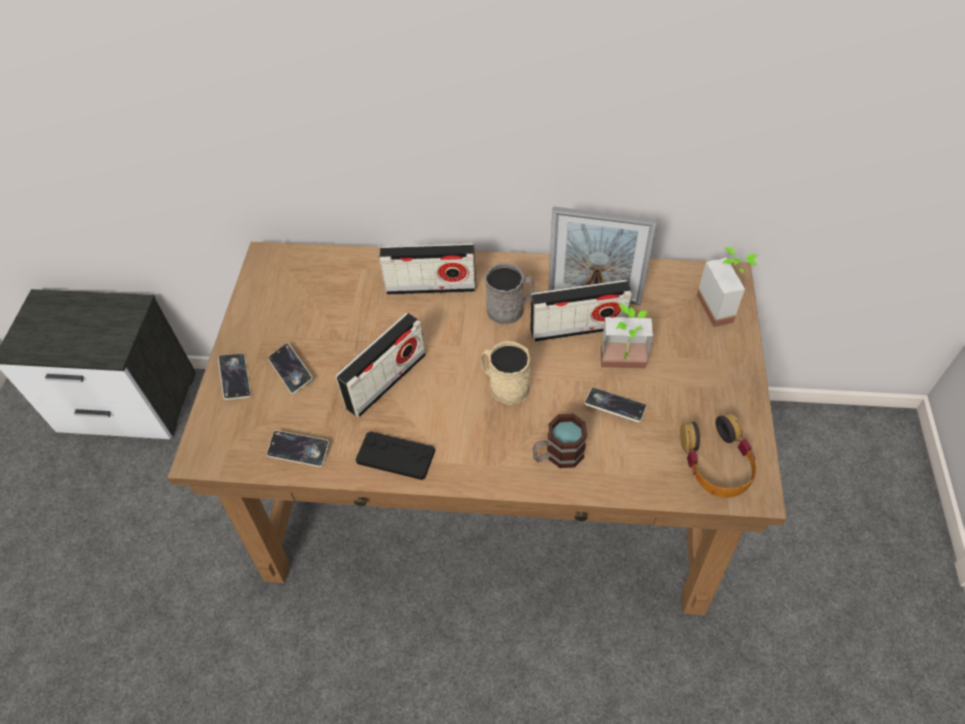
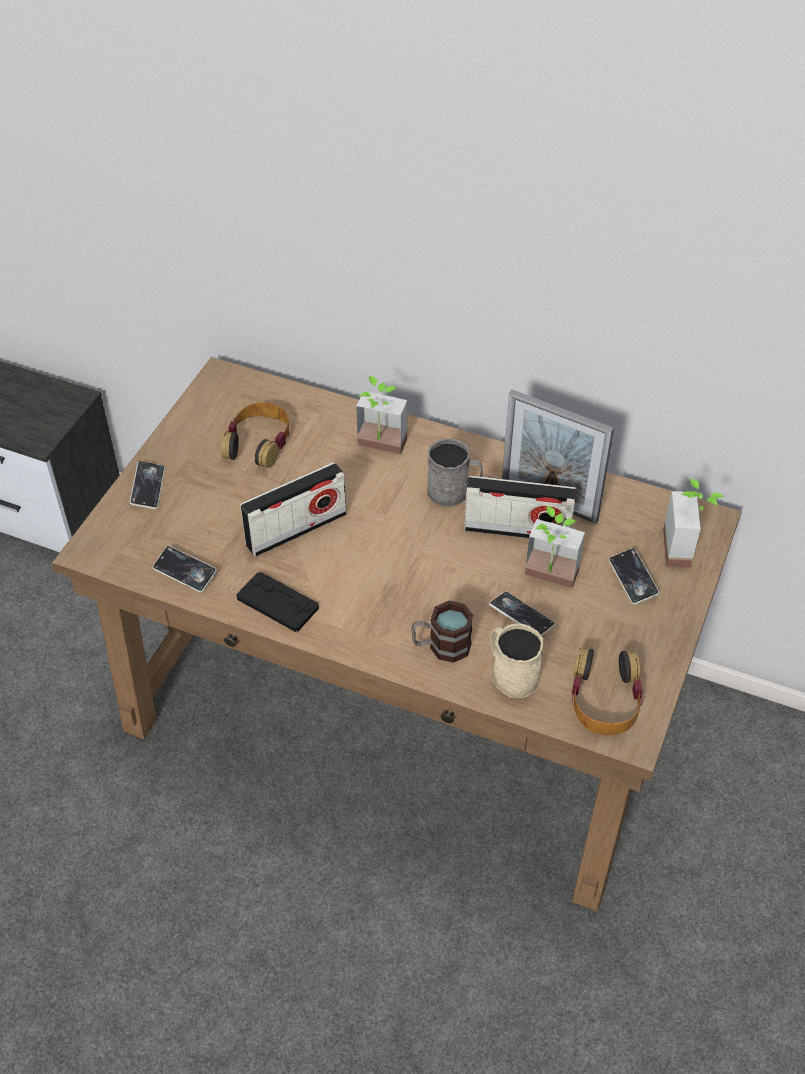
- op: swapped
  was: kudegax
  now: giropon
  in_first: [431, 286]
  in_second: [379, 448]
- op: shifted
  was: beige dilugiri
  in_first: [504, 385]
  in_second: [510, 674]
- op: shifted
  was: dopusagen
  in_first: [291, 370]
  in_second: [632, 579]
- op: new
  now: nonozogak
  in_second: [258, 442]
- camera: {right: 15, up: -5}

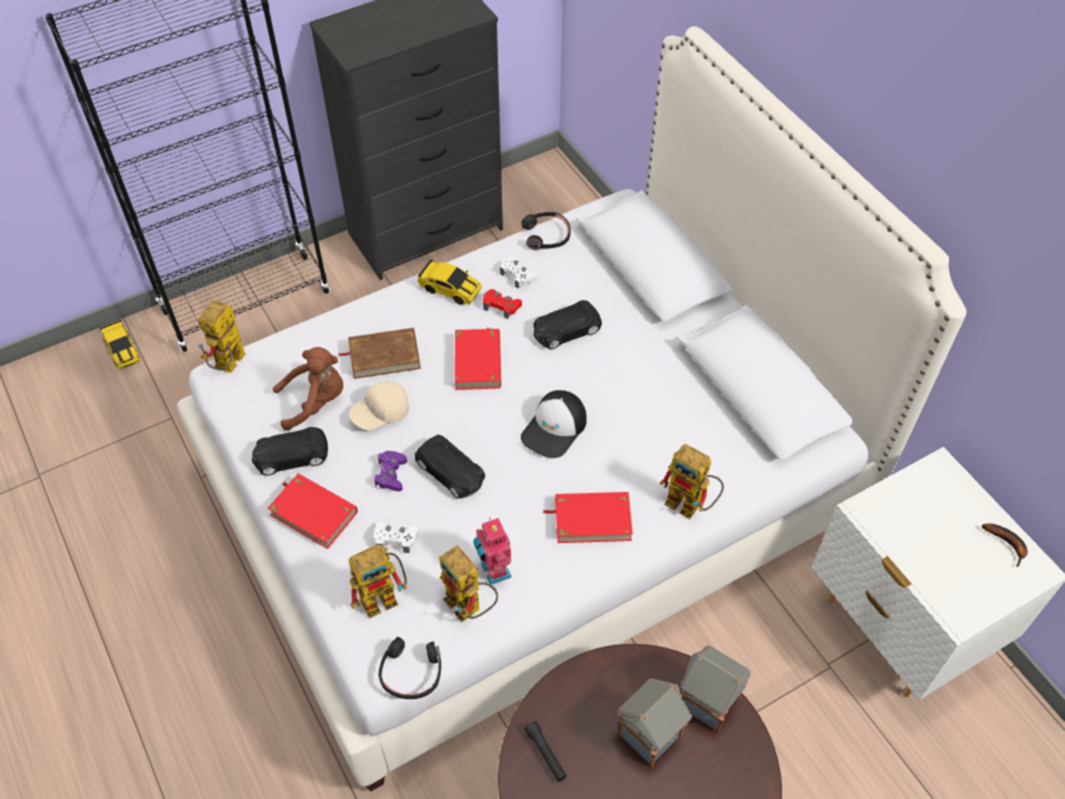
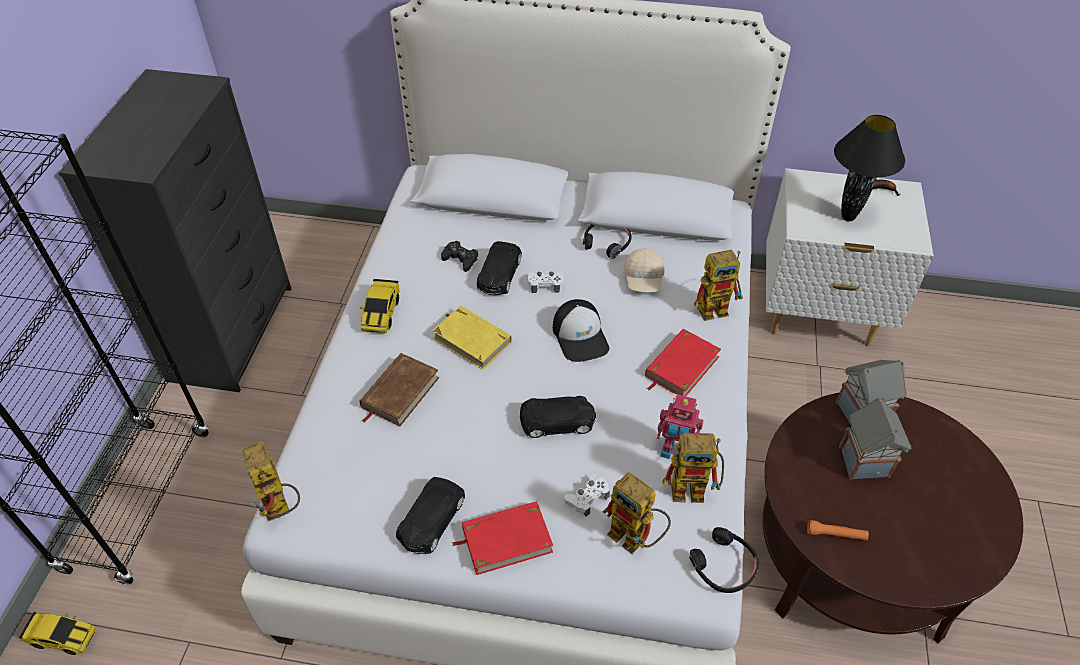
- op: shifted
  was: black nonozogak
  in_first: [546, 236]
  in_second: [606, 243]
- op: shifted
  was: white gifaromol
  in_first: [518, 275]
  in_second: [545, 284]
- op: rotated
  was: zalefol
  in_first: [450, 289]
  in_second: [381, 313]
  clockwise: 120
- op: gone
  was: red gifaromol
  in_first: [501, 306]
- op: repainted
  was: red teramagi
  now: yellow teramagi
  in_first: [478, 362]
  in_second: [472, 340]
- op: gone
  was: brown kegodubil
  in_first: [315, 402]
- op: shifted
  was: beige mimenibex
  in_first: [380, 413]
  in_second: [643, 279]
- op: gone
  was: purple gifaromol
  in_first: [391, 474]
- op: rotated
  was: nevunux
  in_first: [385, 596]
  in_second: [635, 539]
  clockwise: 120
- op: repainted
  was: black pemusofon
  now: orange pemusofon
  in_first: [546, 754]
  in_second: [836, 534]
- op: new
  now: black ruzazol
  in_second: [848, 217]
- op: new
  now: black gifaromol
  in_second: [460, 259]
- camera: {right: -50, up: -5}

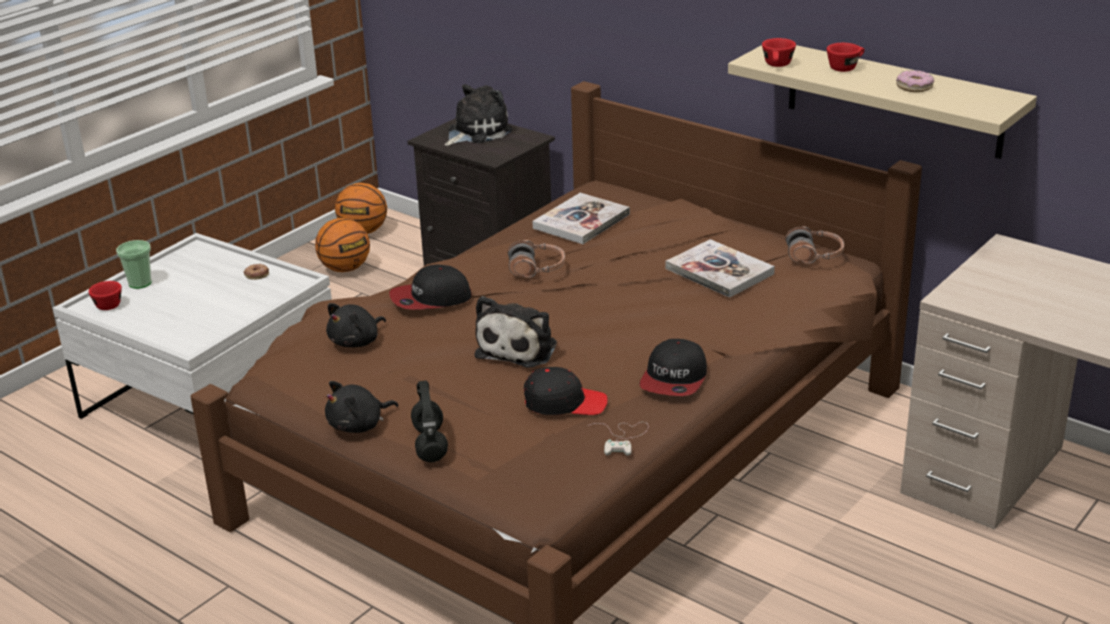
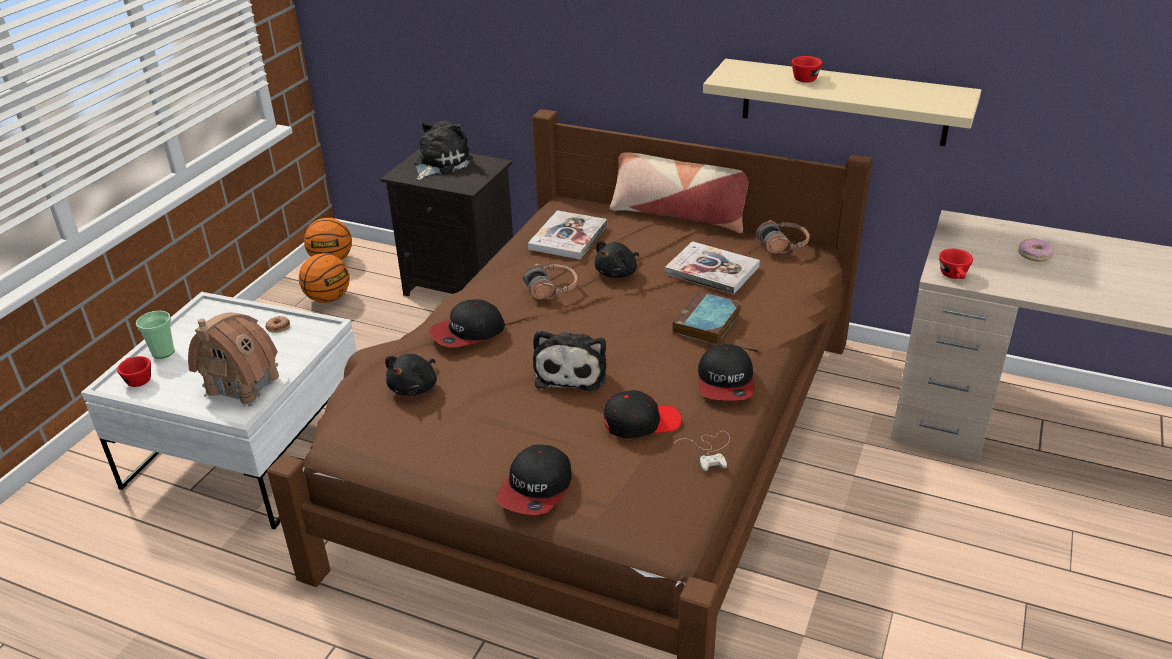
- op: shifted
  was: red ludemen
  in_first: [778, 65]
  in_second: [954, 276]
- op: shifted
  was: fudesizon
  in_first: [914, 87]
  in_second: [1034, 254]
- op: shifted
  was: black kegodubil
  in_first: [359, 425]
  in_second: [617, 273]
- op: swapped
  was: black nonozogak
  now: mimenibex
  in_first: [431, 445]
  in_second: [536, 488]
- op: new
  now: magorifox
  in_second: [678, 214]
- op: new
  now: teramagi
  in_second: [706, 324]
- op: new
  now: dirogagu
  in_second: [243, 385]
- camera: {right: -15, up: 5}

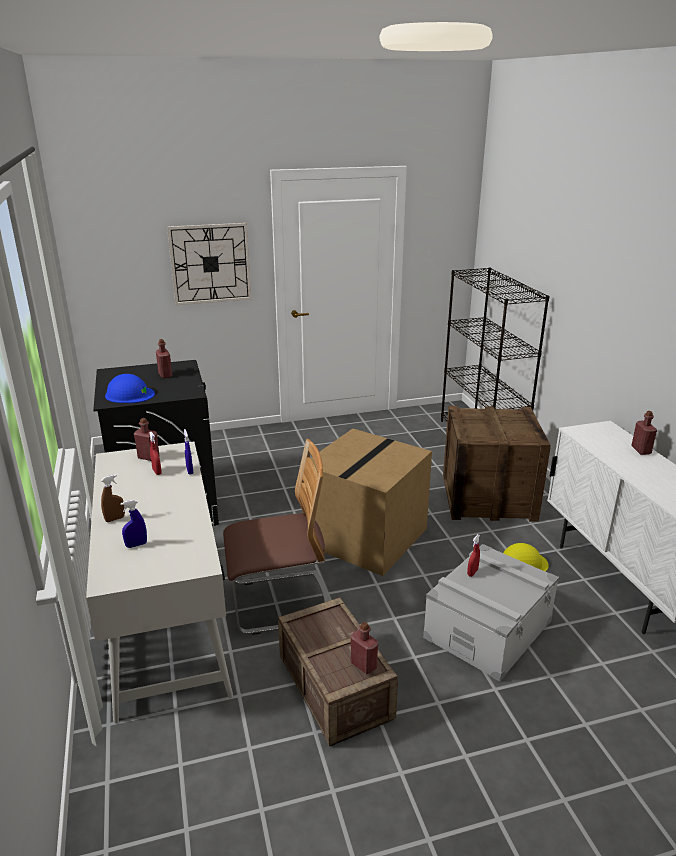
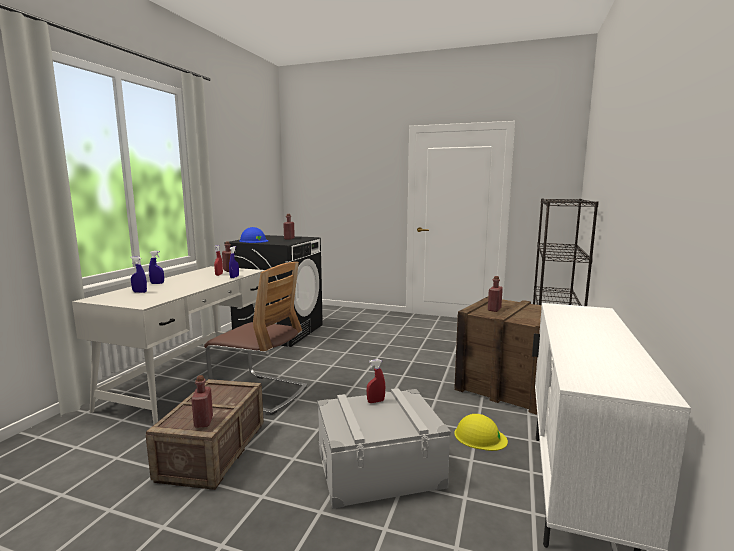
- op: gone
  was: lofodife
  in_first: [210, 264]
- op: shifted
  was: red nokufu
  in_first: [641, 450]
  in_second: [494, 309]
- op: gone
  was: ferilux
  in_first: [365, 535]
- op: repainted
  was: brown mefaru
  now: blue mefaru
  in_first: [115, 519]
  in_second: [157, 283]
- camera: {right: 35, up: -15}

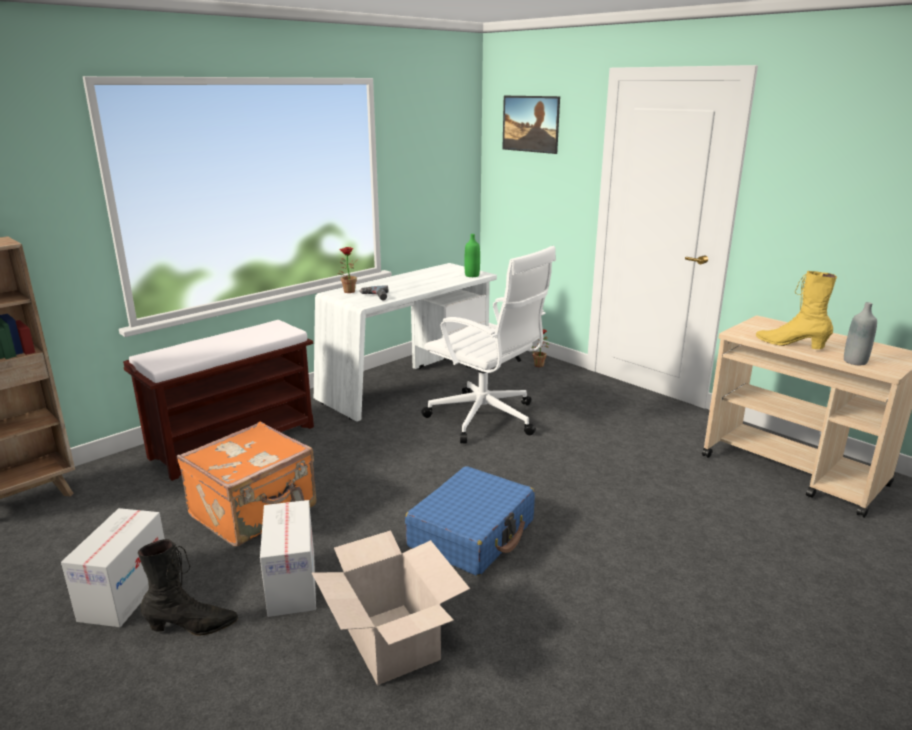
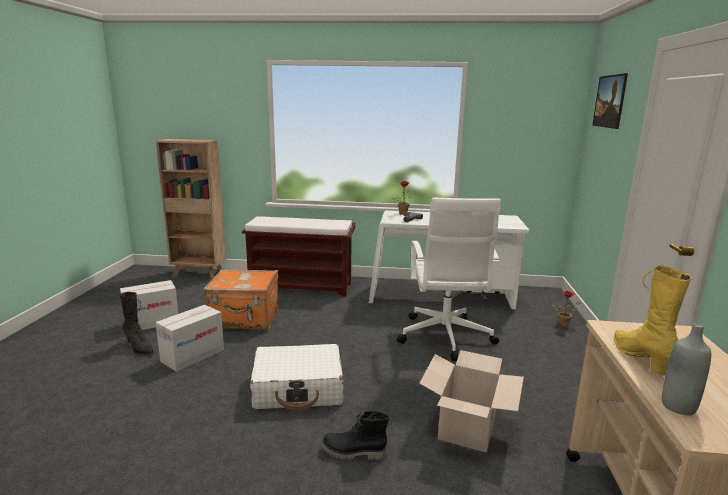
- op: gone
  was: green nokufu
  in_first: [472, 275]
- op: repainted
  was: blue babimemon
  now: white babimemon
  in_first: [472, 534]
  in_second: [298, 388]
- op: shifted
  was: ferilux
  in_first: [391, 643]
  in_second: [467, 426]
- op: new
  now: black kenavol
  in_second: [353, 453]
- camera: {right: 50, up: -5}

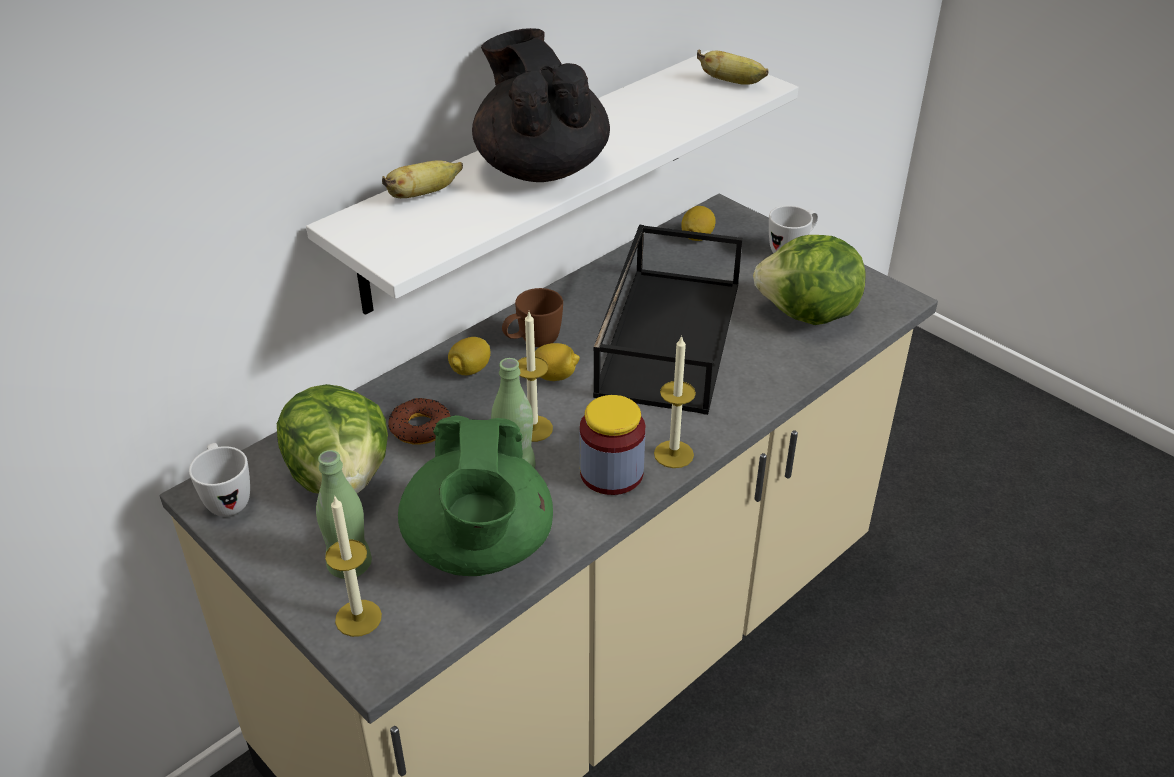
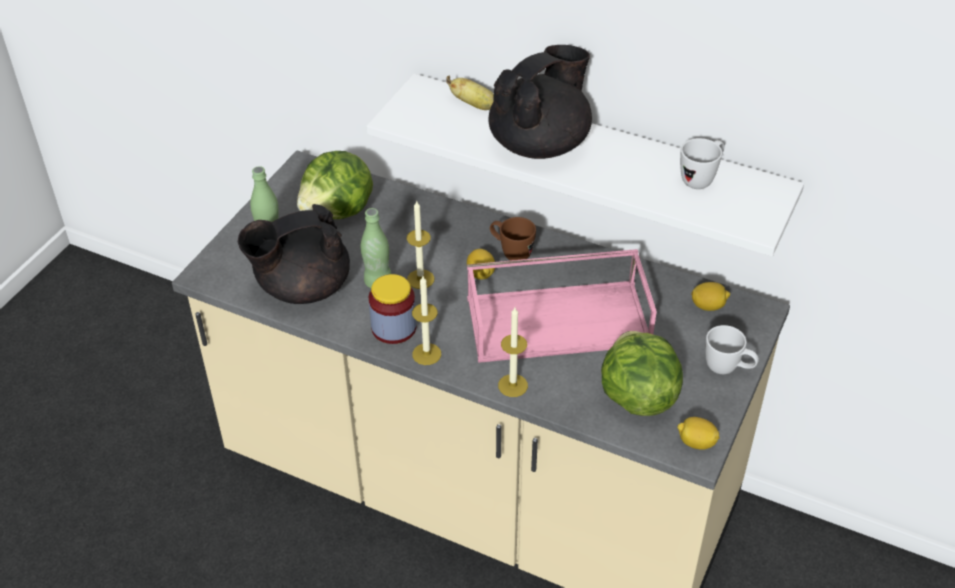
- op: gone
  was: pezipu
  in_first: [732, 82]
- op: repainted
  was: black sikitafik
  now: pink sikitafik
  in_first: [667, 336]
  in_second: [559, 320]
- op: shifted
  was: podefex
  in_first: [470, 370]
  in_second: [696, 443]
- op: gone
  was: fudesizon
  in_first: [420, 428]
- op: repainted
  was: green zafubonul
  now: black zafubonul
  in_first: [479, 548]
  in_second: [302, 287]
- op: shifted
  was: white dilugiri
  in_first: [227, 498]
  in_second: [701, 179]
- op: shifted
  was: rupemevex
  in_first: [358, 618]
  in_second: [513, 385]
- camera: {right: 70, up: 5}

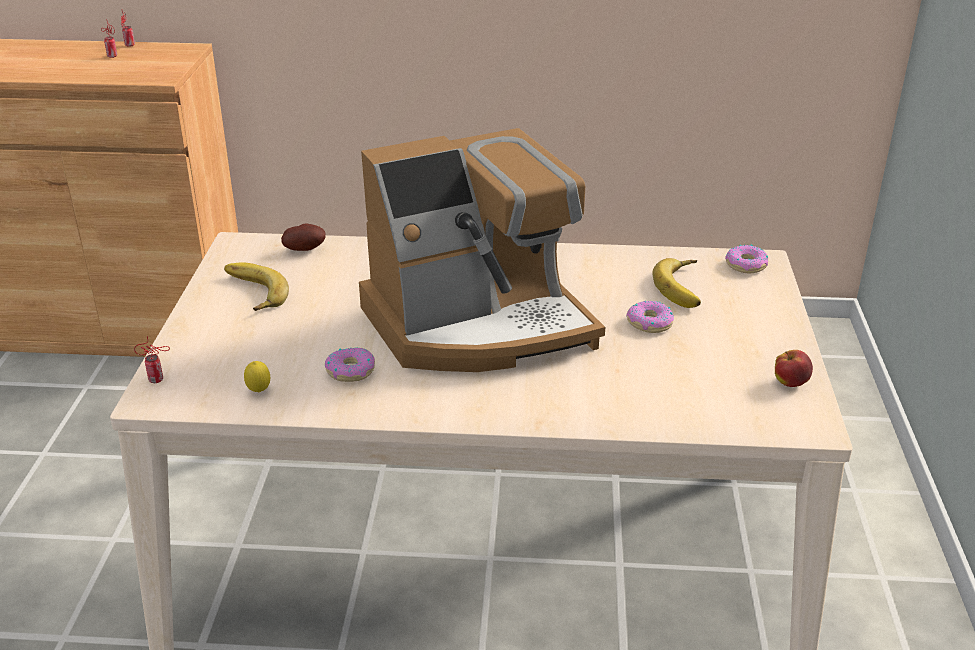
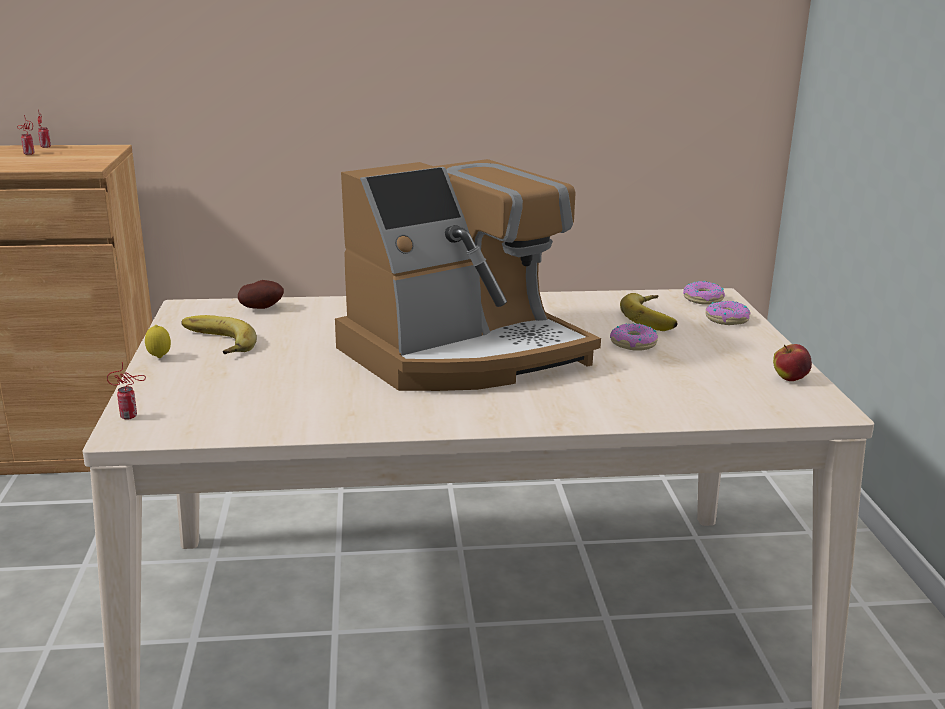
- op: shifted
  was: fudesizon
  in_first: [350, 371]
  in_second: [727, 319]
- op: shifted
  was: podefex
  in_first: [259, 392]
  in_second: [159, 358]
- camera: {right: -10, up: -10}

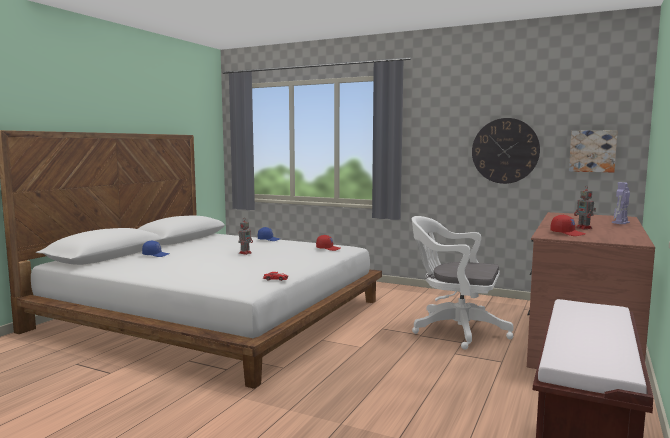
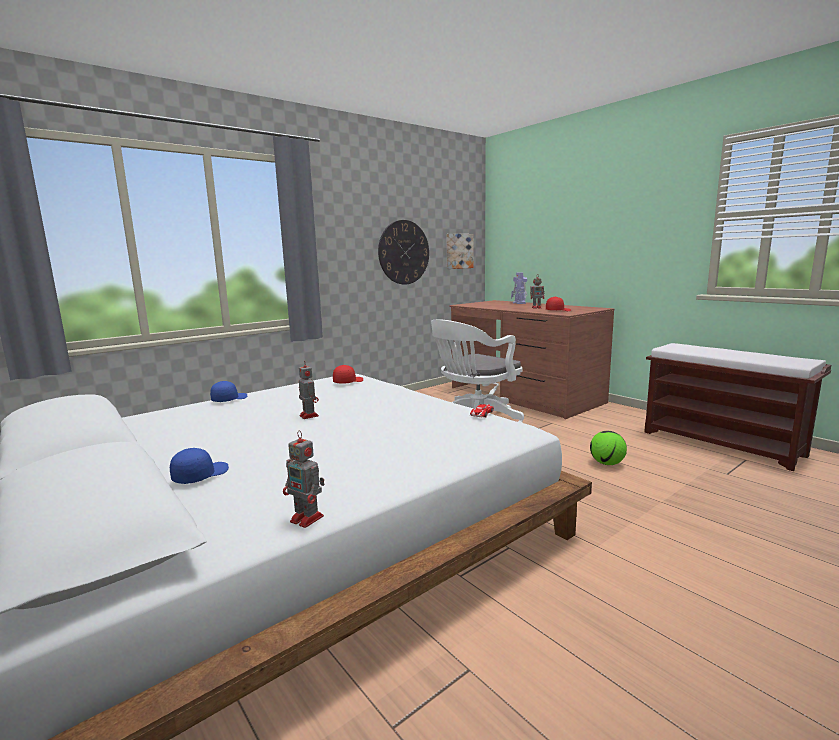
- op: new
  now: nevunux
  in_second: [308, 519]
- op: new
  now: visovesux
  in_second: [607, 463]
- camera: {right: -65, up: 5}

